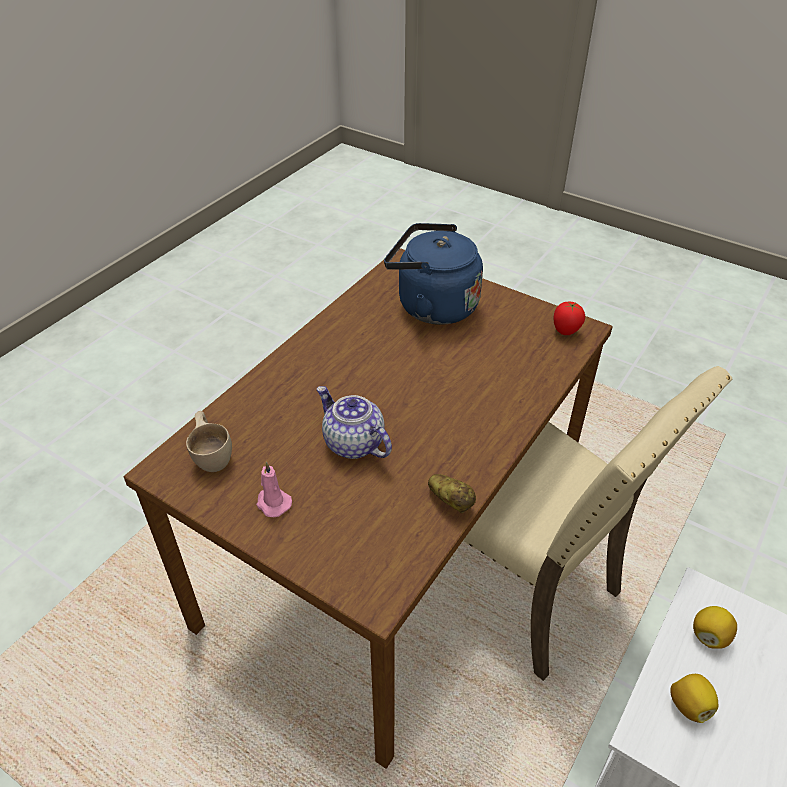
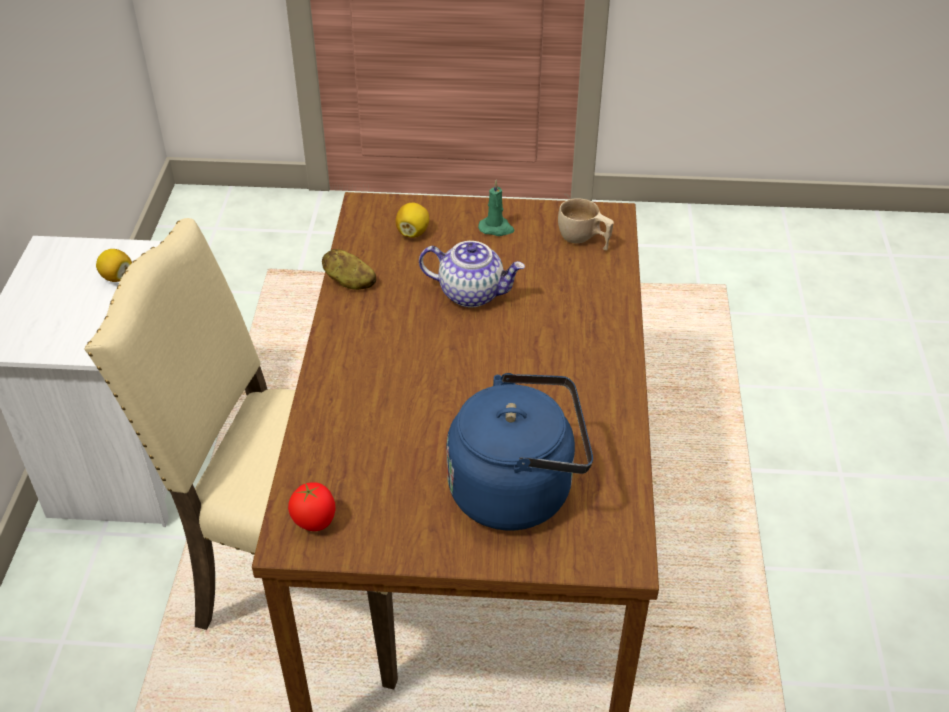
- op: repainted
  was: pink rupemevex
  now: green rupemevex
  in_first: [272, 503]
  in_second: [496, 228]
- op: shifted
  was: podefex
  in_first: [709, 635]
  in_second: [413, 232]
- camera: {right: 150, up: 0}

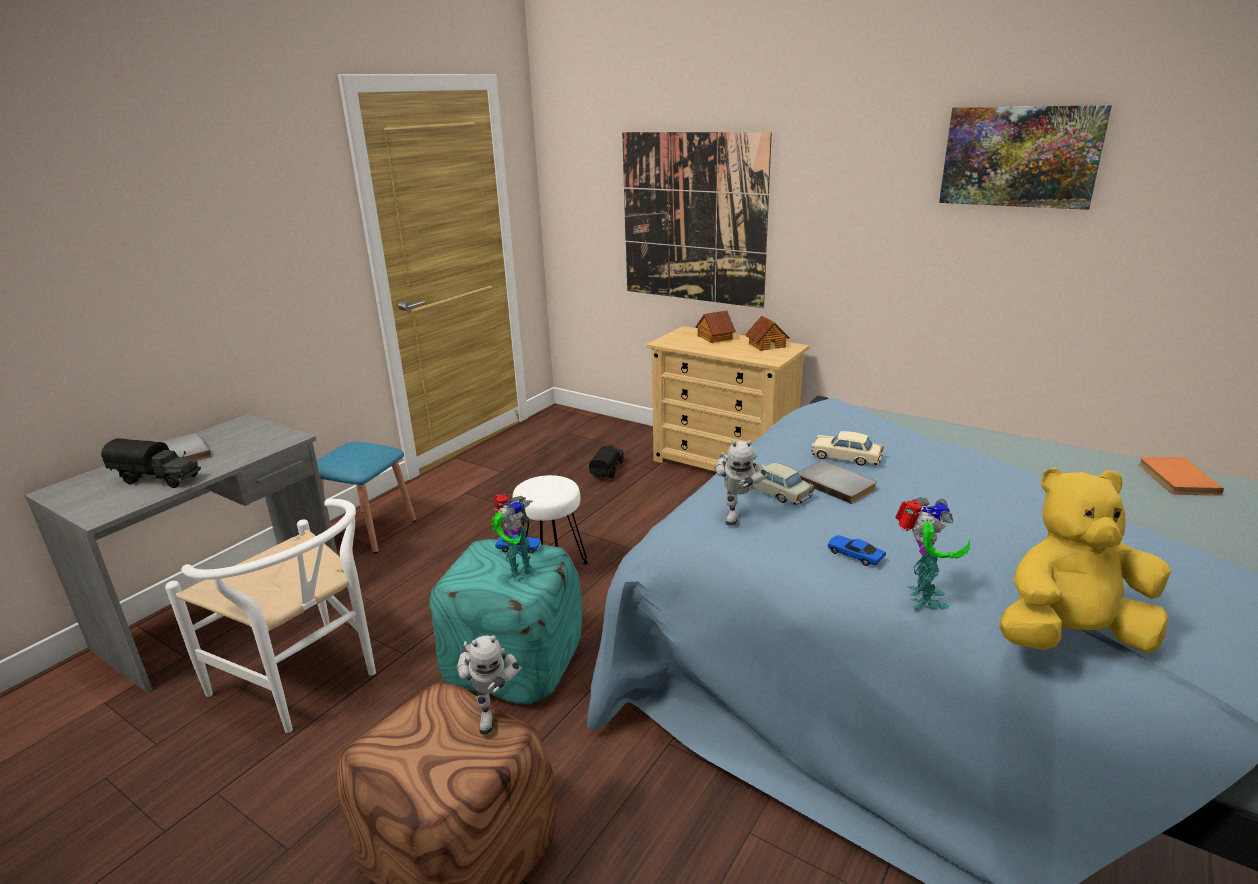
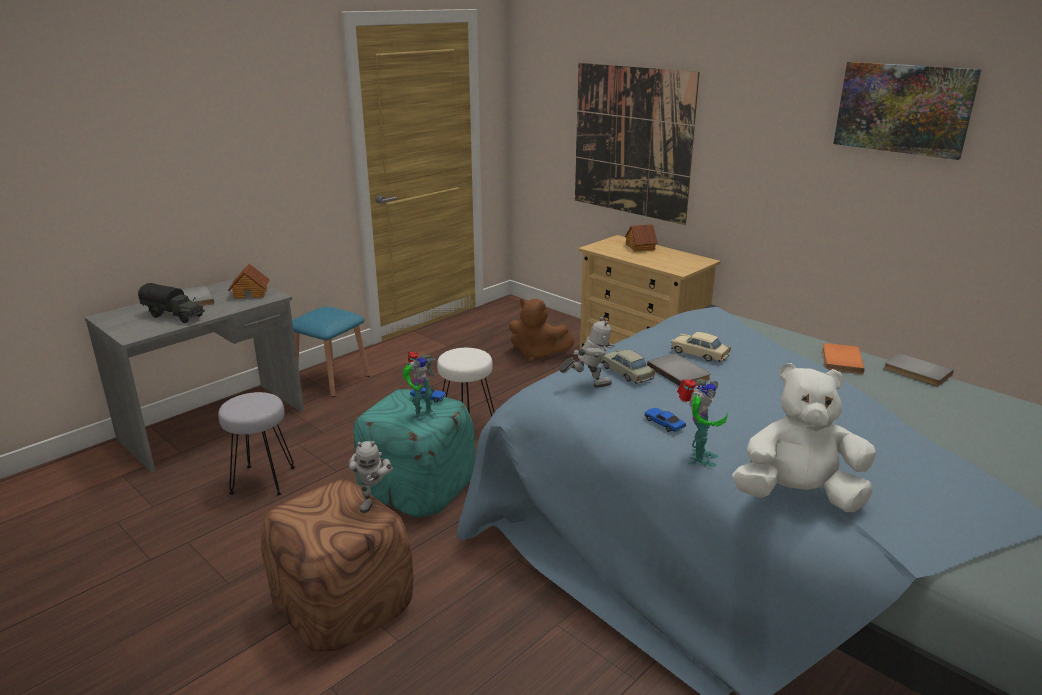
- op: shifted
  was: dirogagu
  in_first: [766, 345]
  in_second: [251, 293]
- op: rotated
  was: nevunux
  in_first: [736, 513]
  in_second: [588, 385]
  clockwise: -120
- op: swapped
  was: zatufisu
  now: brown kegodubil
  in_first: [608, 470]
  in_second: [538, 354]
- op: shifted
  was: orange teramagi
  in_first: [1174, 479]
  in_second: [839, 360]
- op: repainted
  was: yellow kegodubil
  now: white kegodubil
  in_first: [1069, 636]
  in_second: [798, 496]
- op: swapped
  was: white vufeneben
  now: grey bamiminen
  in_first: [307, 682]
  in_second: [263, 481]
- op: new
  now: grey teramagi
  in_second: [916, 372]
- camera: {right: 10, up: 0}

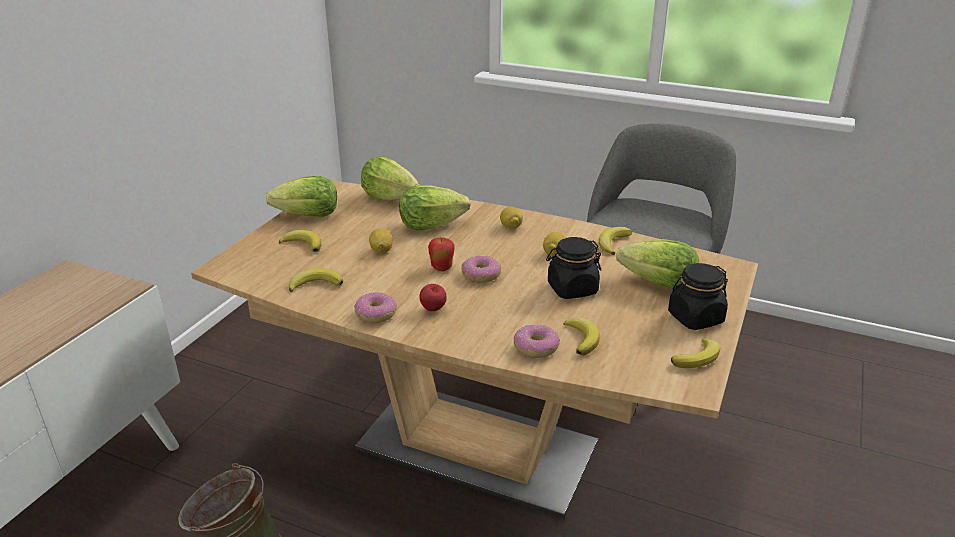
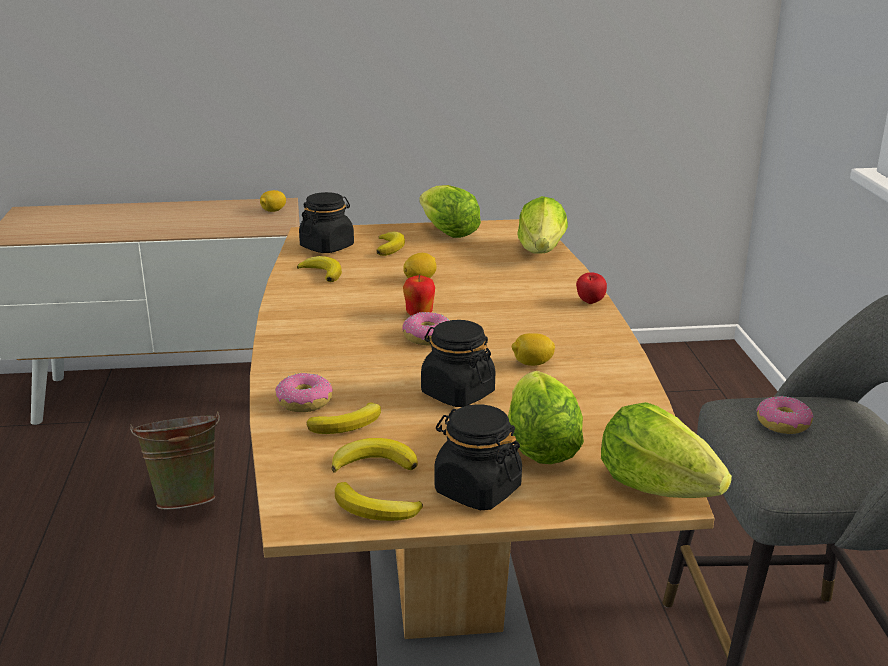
- op: shifted
  was: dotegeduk
  in_first: [431, 225]
  in_second: [656, 486]
- op: shifted
  was: podefex
  in_first: [511, 227]
  in_second: [273, 211]
- op: shifted
  was: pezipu
  in_first: [612, 243]
  in_second: [374, 462]
- op: shifted
  was: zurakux
  in_first: [433, 310]
  in_second: [590, 303]
- op: shifted
  was: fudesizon
  in_first: [376, 314]
  in_second: [783, 424]
- op: new
  now: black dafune
  in_second: [327, 247]
- camera: {right: 60, up: -5}

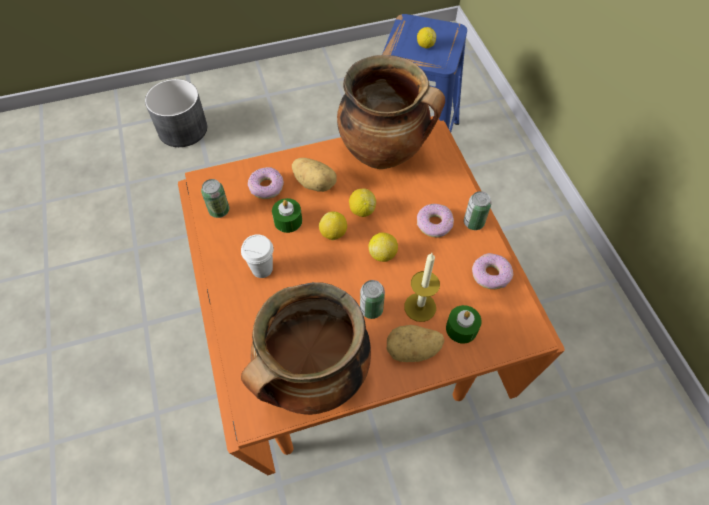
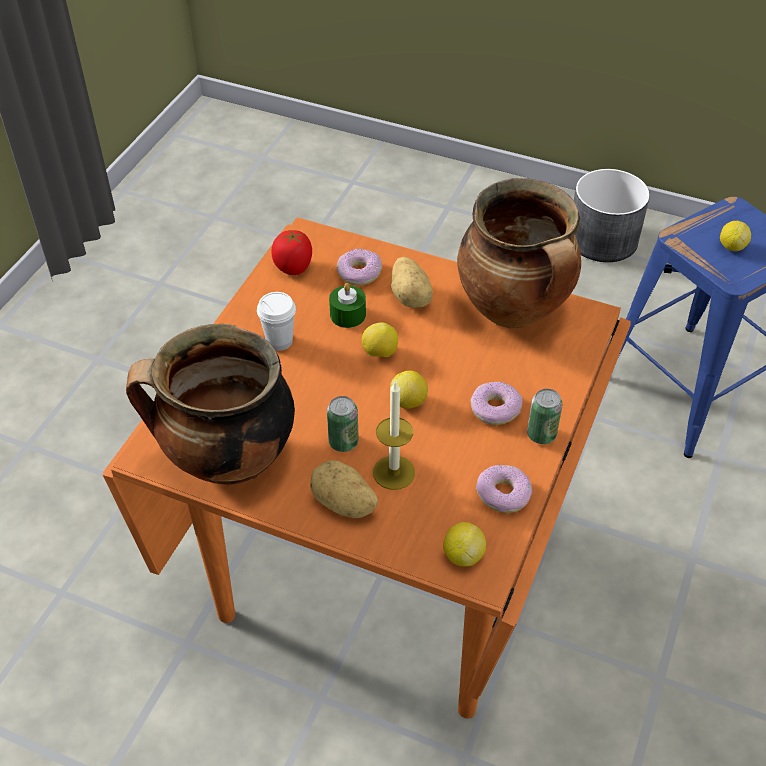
- op: shifted
  was: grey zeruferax
  in_first: [182, 129]
  in_second: [602, 239]
- op: swapped
  was: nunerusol
  now: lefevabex
  in_first: [219, 210]
  in_second: [293, 267]
- op: shifted
  was: podefex
  in_first: [362, 210]
  in_second: [463, 555]
- op: gone
  was: green rupemevex
  in_first: [461, 328]
- camera: {right: 40, up: -10}

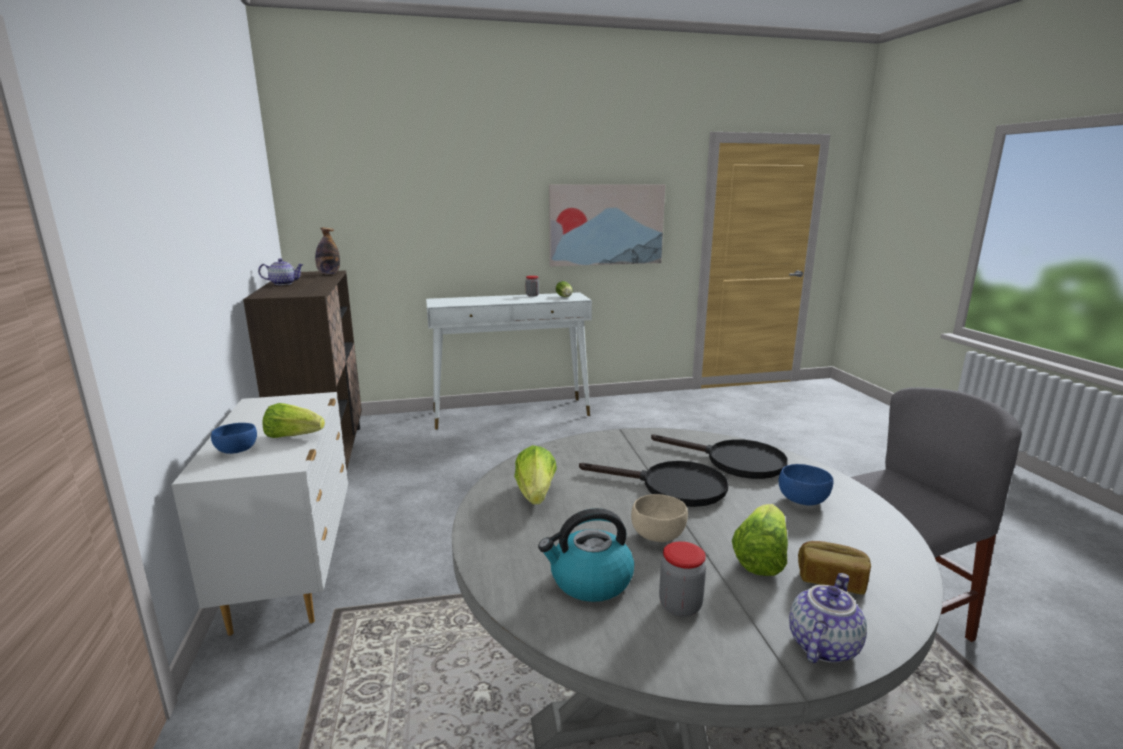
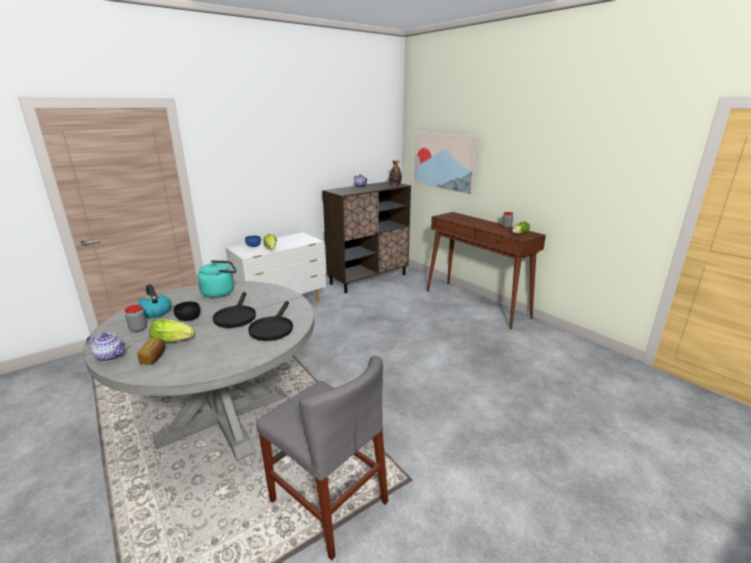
- op: shifted
  was: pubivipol
  in_first: [606, 225]
  in_second: [444, 161]
- op: repainted
  was: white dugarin
  now: brown dugarin
  in_first: [512, 413]
  in_second: [476, 303]
- op: swapped
  was: dotegeduk
  now: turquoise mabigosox
  in_first: [536, 494]
  in_second: [220, 292]
- op: gone
  was: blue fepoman
  in_first: [802, 501]
- op: repainted
  was: beige fepoman
  now: black fepoman
  in_first: [657, 536]
  in_second: [189, 319]
- camera: {right: 65, up: 5}

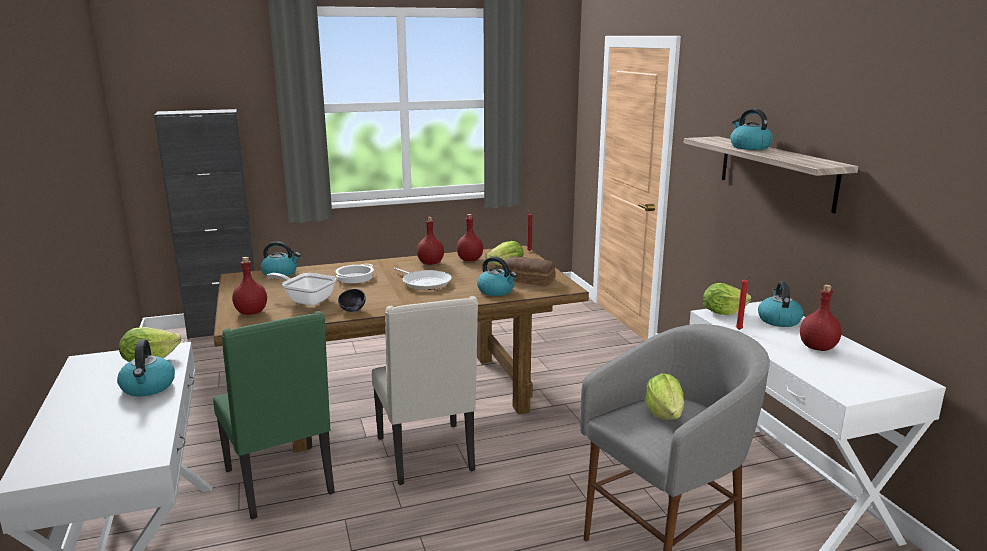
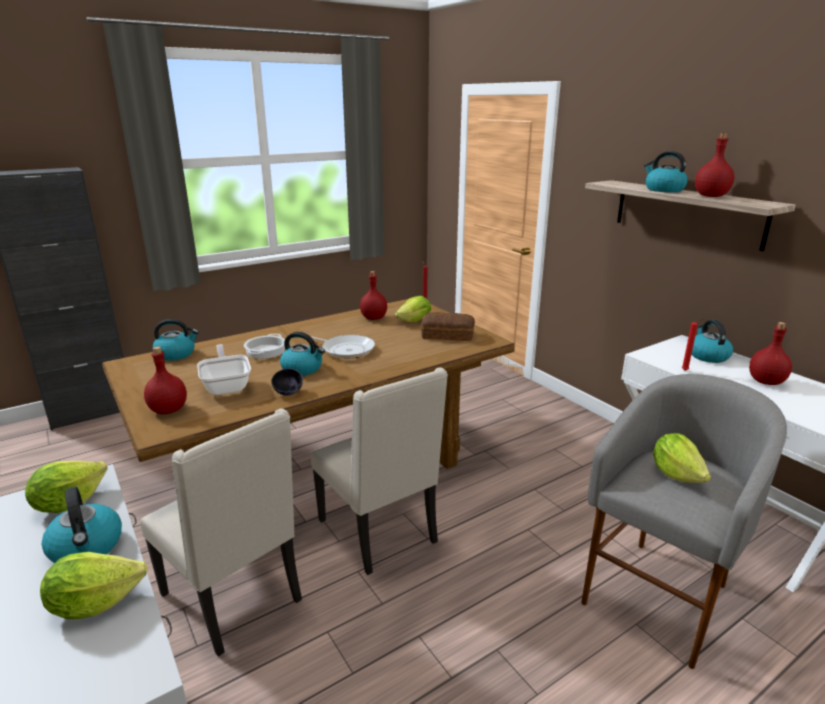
- op: shifted
  was: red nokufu
  in_first: [430, 263]
  in_second: [710, 196]
- op: shifted
  was: mabigosox
  in_first: [496, 291]
  in_second: [303, 369]
- op: rotated
  was: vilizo
  in_first: [306, 300]
  in_second: [227, 386]
  clockwise: 60
- op: shifted
  was: dotegeduk
  in_first: [722, 312]
  in_second: [95, 603]
- op: repainted
  was: green vufeneben
  now: beige vufeneben
  in_first: [282, 482]
  in_second: [235, 597]
- camera: {right: -15, up: 5}

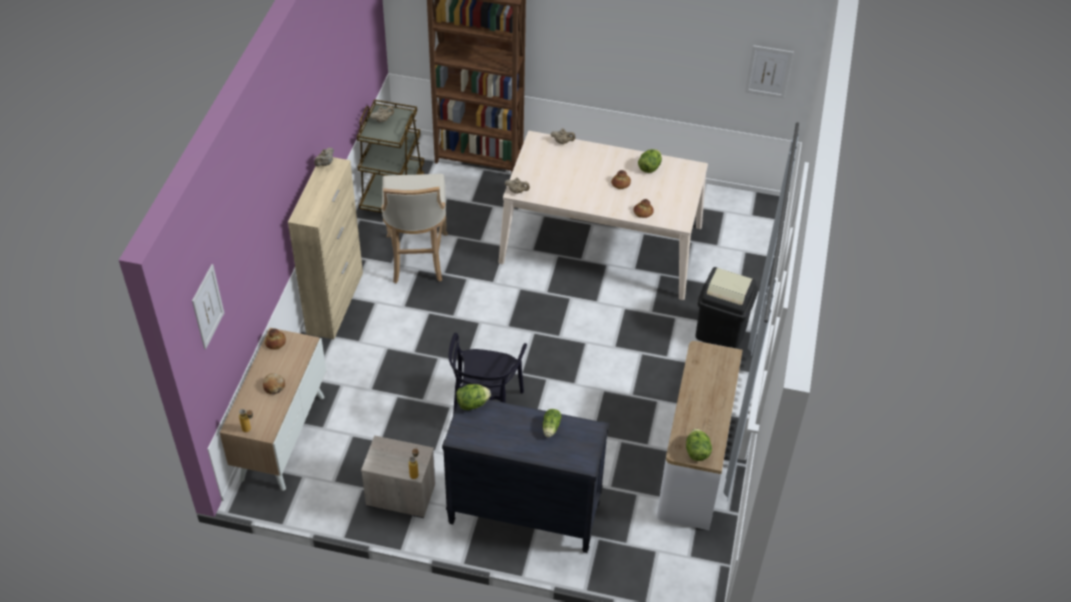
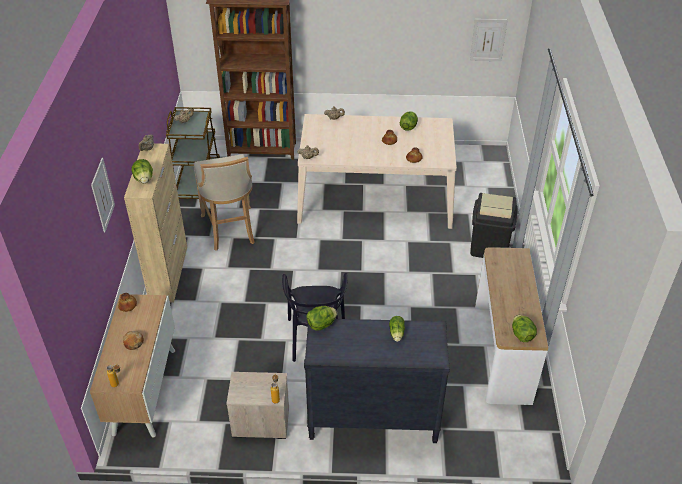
- op: shifted
  was: pubivipol
  in_first: [207, 306]
  in_second: [102, 195]
- op: new
  now: dotegeduk
  in_second: [144, 179]
- camera: {right: -10, up: -5}

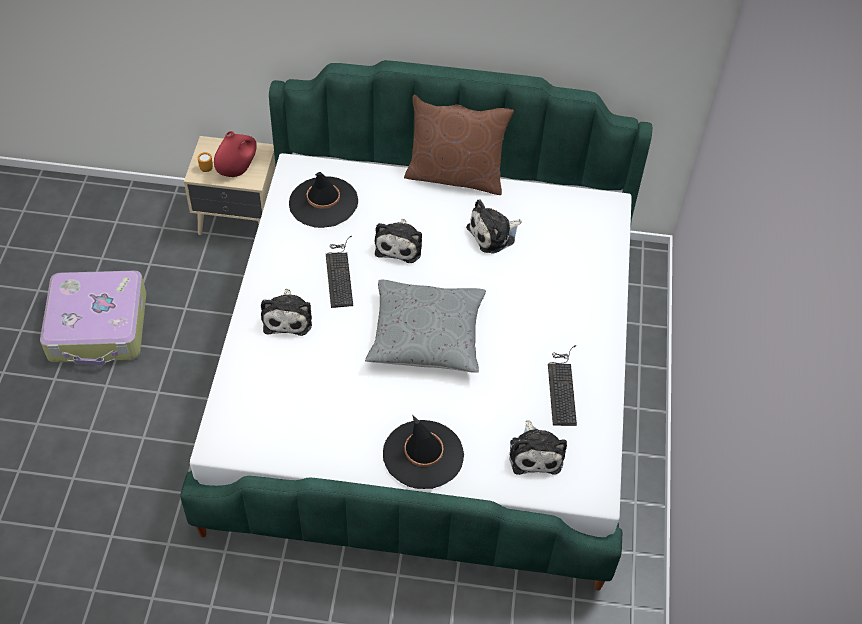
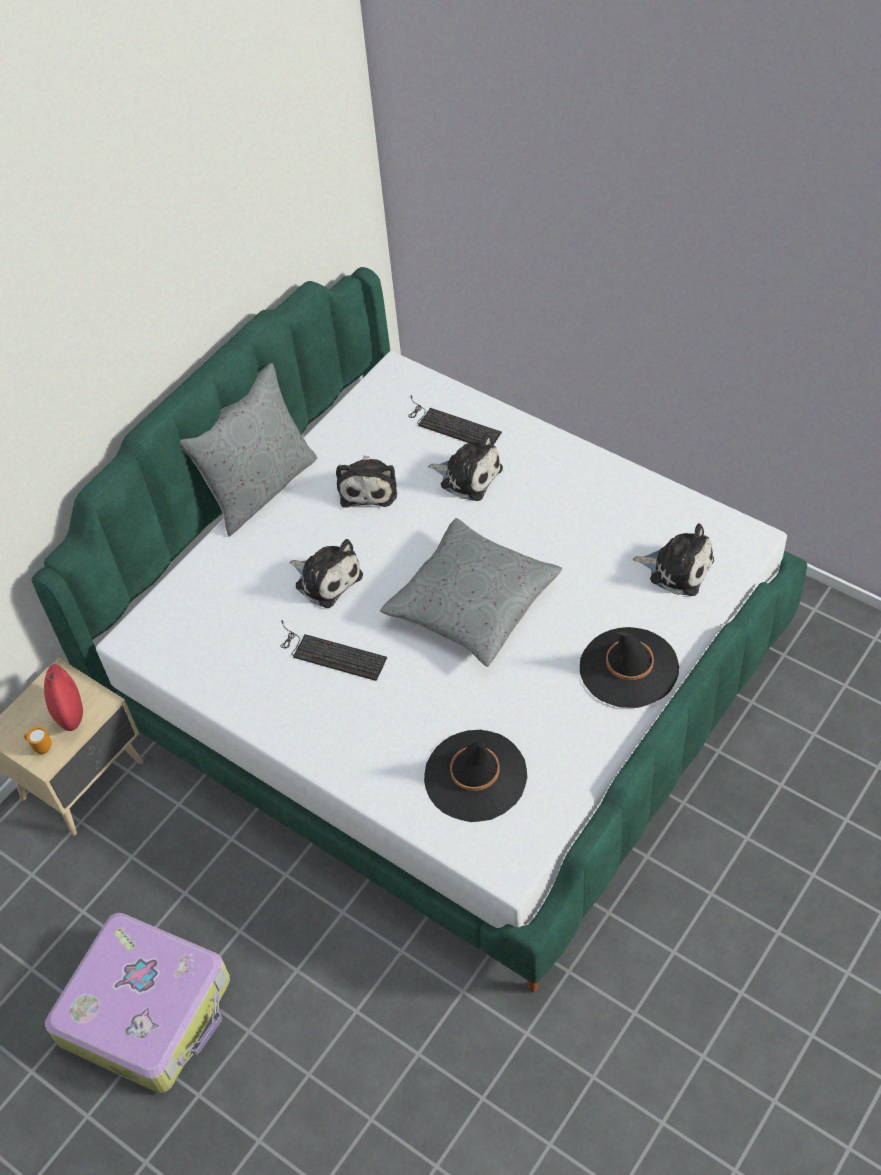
- op: repainted
  was: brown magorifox
  now: grey magorifox
  in_first: [455, 176]
  in_second: [259, 488]
- op: shifted
  was: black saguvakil
  in_first: [323, 202]
  in_second: [475, 776]
- op: shifted
  was: kegodubil
  in_first: [288, 317]
  in_second: [468, 476]
- op: shifted
  was: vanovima
  in_first: [562, 386]
  in_second: [451, 425]
- camera: {right: -55, up: 0}

